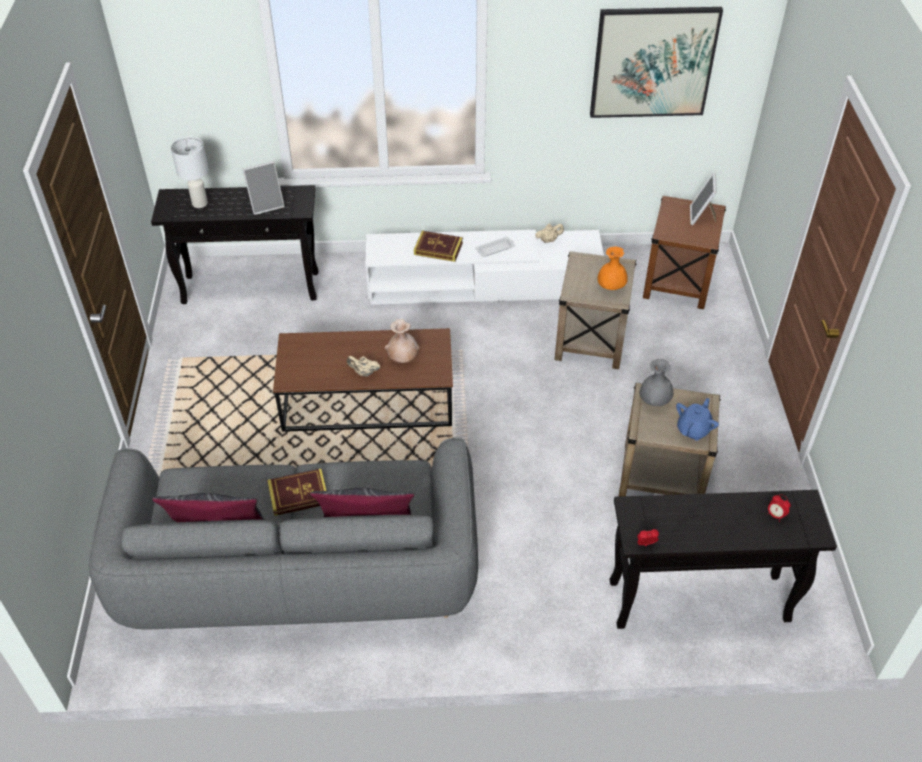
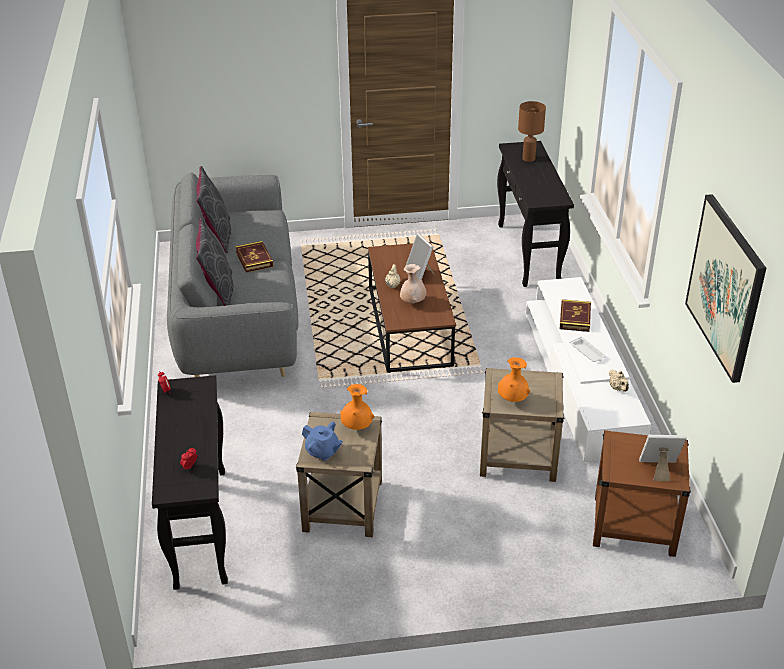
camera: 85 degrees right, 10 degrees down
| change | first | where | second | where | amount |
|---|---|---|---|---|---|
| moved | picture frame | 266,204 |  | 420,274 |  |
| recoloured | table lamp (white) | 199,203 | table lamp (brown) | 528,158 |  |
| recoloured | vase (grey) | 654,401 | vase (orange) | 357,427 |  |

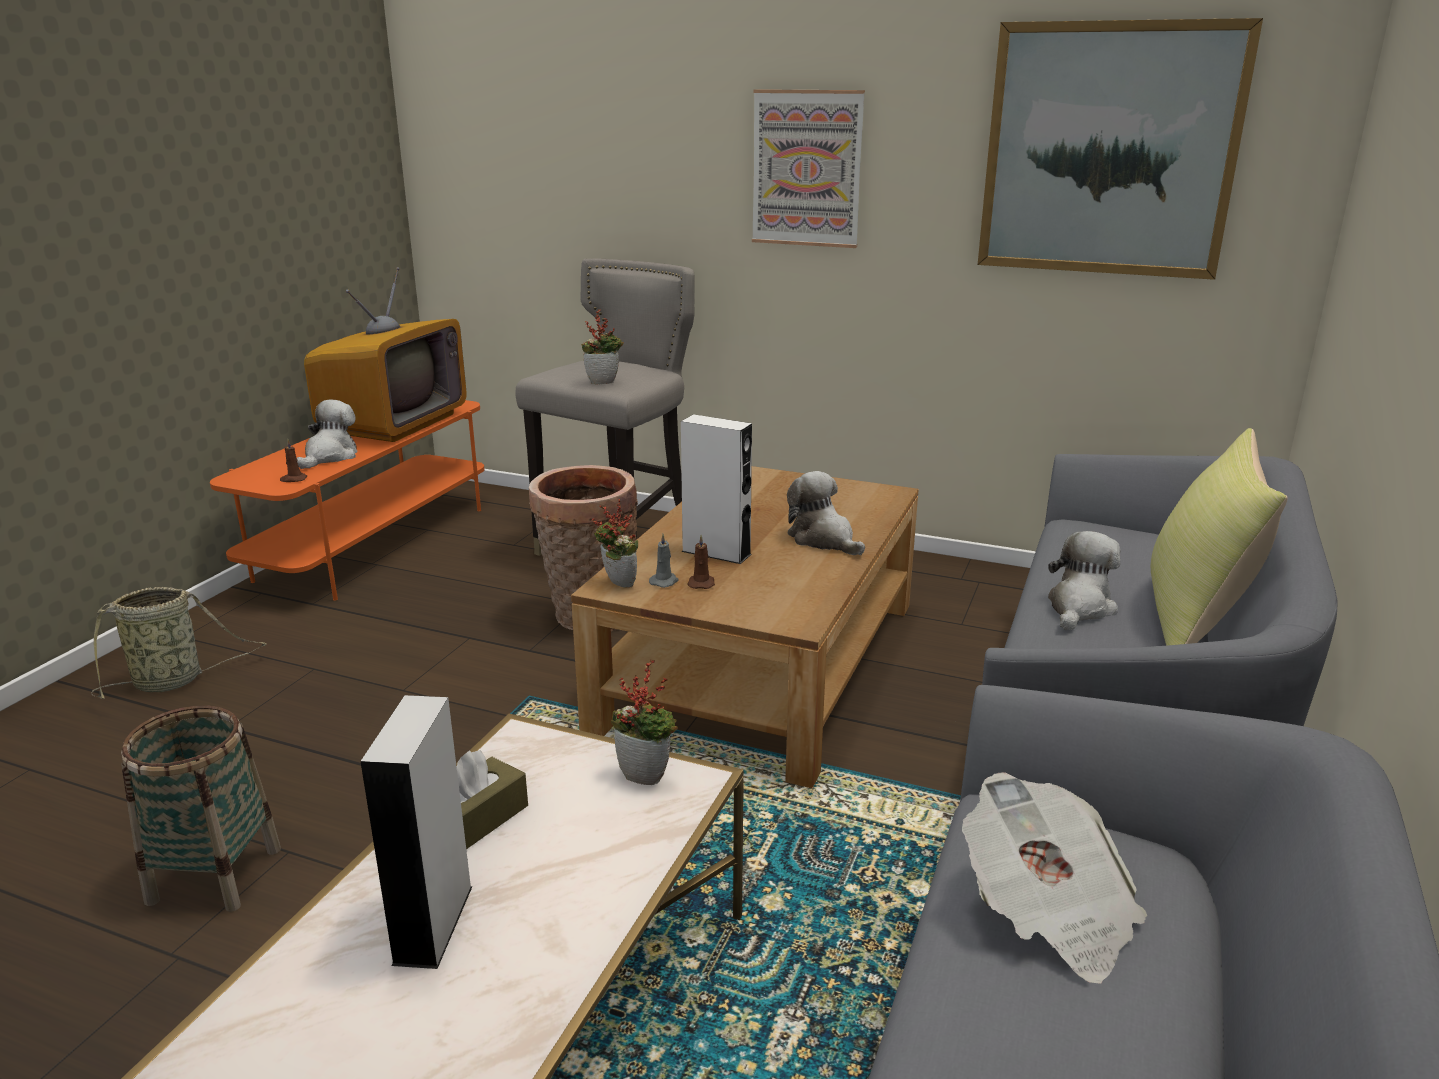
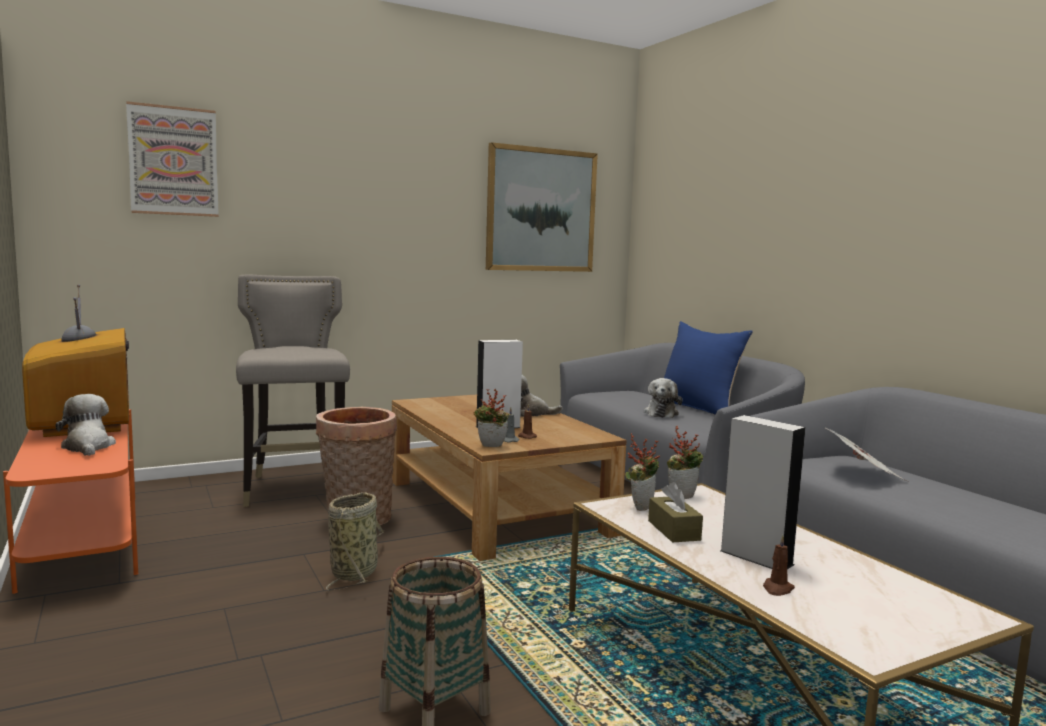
camera: 50 degrees left, 15 degrees down
| change | first | where | second | where | amount |
|---|---|---|---|---|---|
| moved | basket | 173,681 |  | 355,572 |  |
| moved | candle (brown) | 293,479 |  | 777,589 |  |
| moved | potted plant | 604,382 |  | 640,506 |  |
| moved | picture | 807,169 |  | 173,161 |  |
| recoloured | pillow (yellow) | 1195,620 | pillow (blue) | 699,408 |  |
| turned | plush toy | 1079,608 |  | 661,413 | 150 degrees counterclockwise |

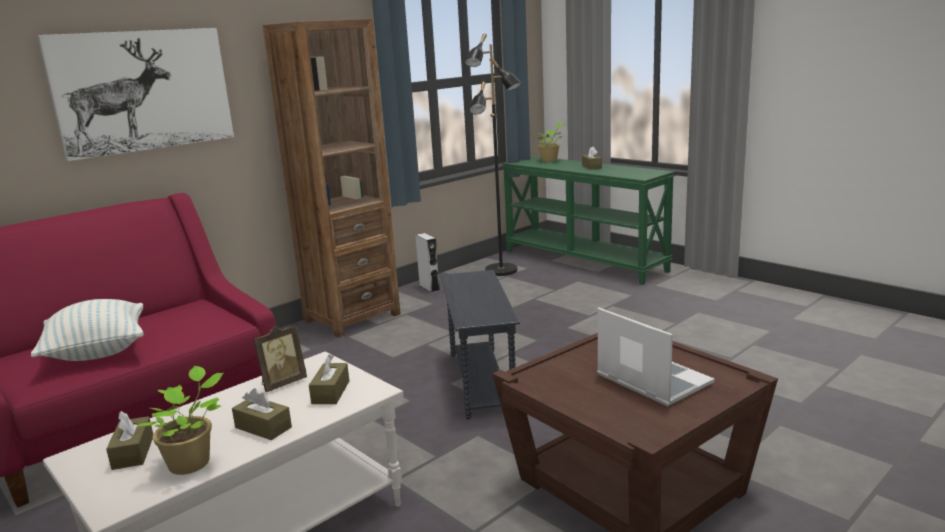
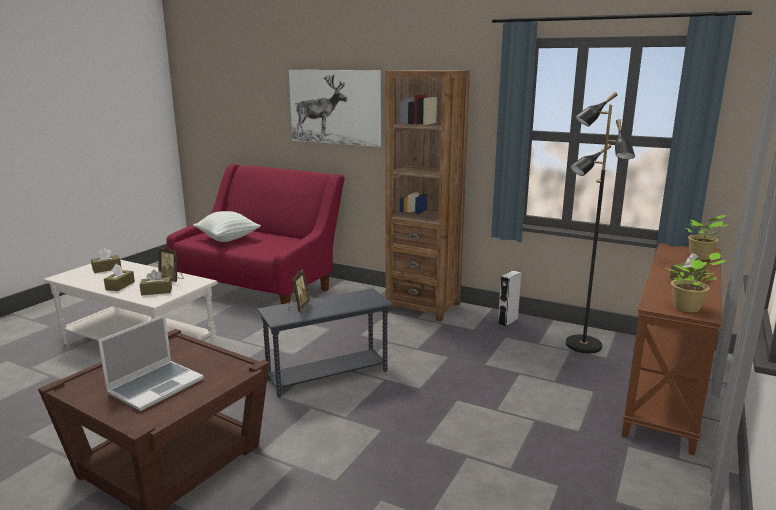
camera: 70 degrees right, 0 degrees up
| change | first | where | second | where | amount |
|---|---|---|---|---|---|
| added |  |  | picture frame | 298,307 |  |
| moved | potted plant | 193,463 |  | 688,308 |  |
| recoloured | console table (green) | 584,261 | console table (brown) | 667,388 |  |

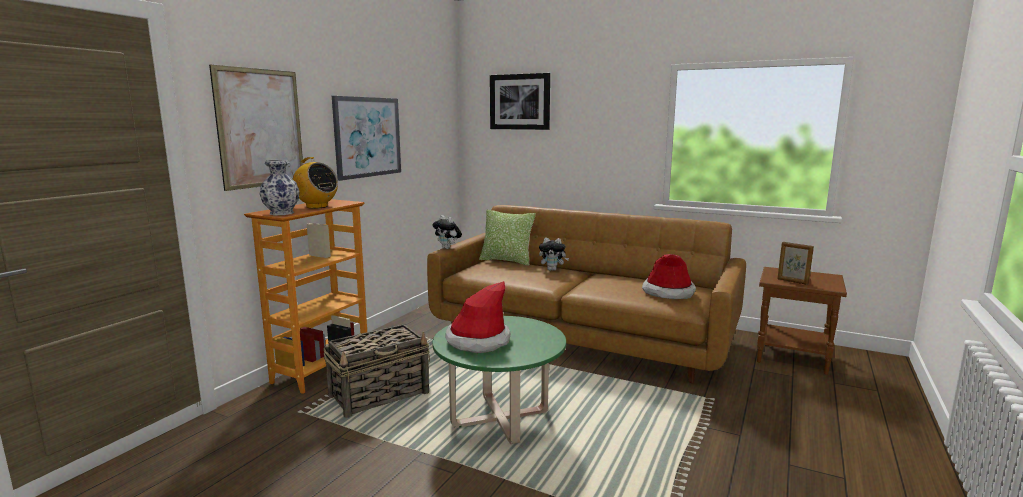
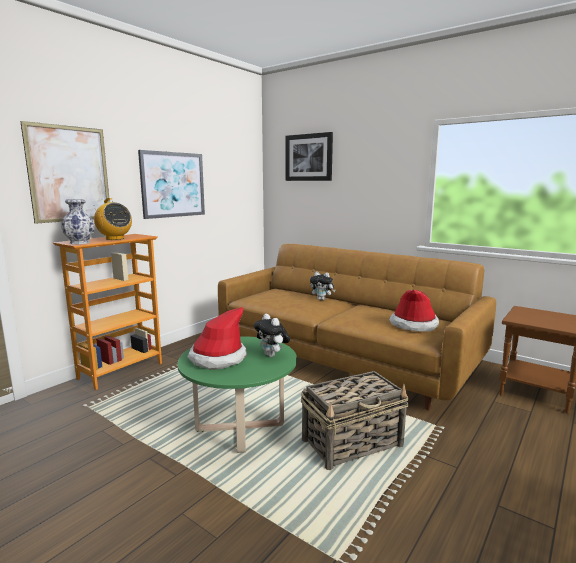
camera: 10 degrees right, 0 degrees up
| change | first | where | second | where | amount |
|---|---|---|---|---|---|
| removed | pillow | 506,261 |  |  |  |
| removed | picture frame | 792,281 |  |  |  |
| moved | basket | 380,394 |  | 353,442 |  |
| moved | plush toy | 448,248 |  | 272,355 |  |

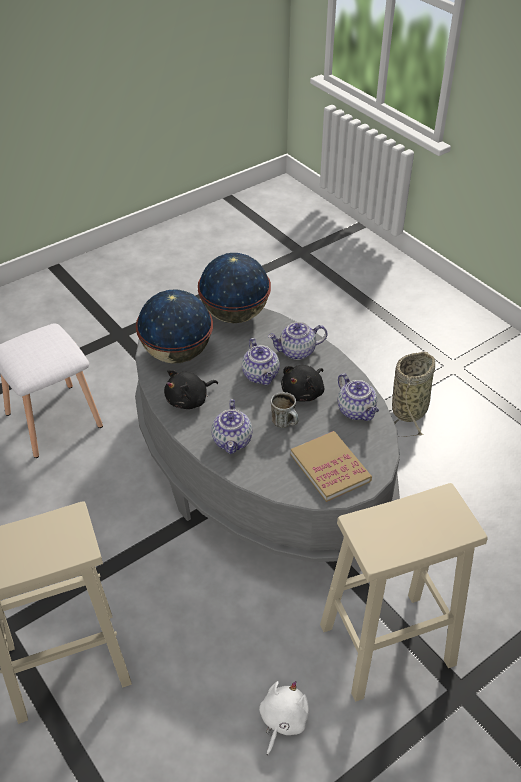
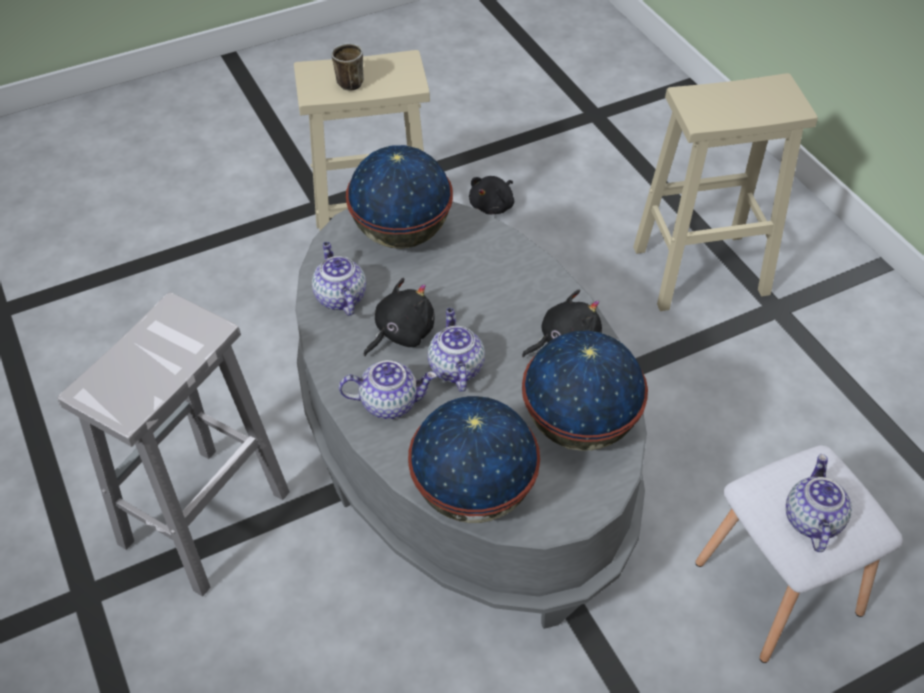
camera: 170 degrees left, 5 degrees up
| change | first | where | second | where | amount |
|---|---|---|---|---|---|
| moved | teapot | 233,441 |  | 811,519 |  |
| moved | mug | 286,423 |  | 346,82 |  |
| replaced | book | 330,468 | globe | 402,233 |  |
| replaced | basket | 410,408 | stool (white) | 203,520 |  |
| recoloured | plush toy (white) | 282,720 | plush toy (black) | 493,206 |  |

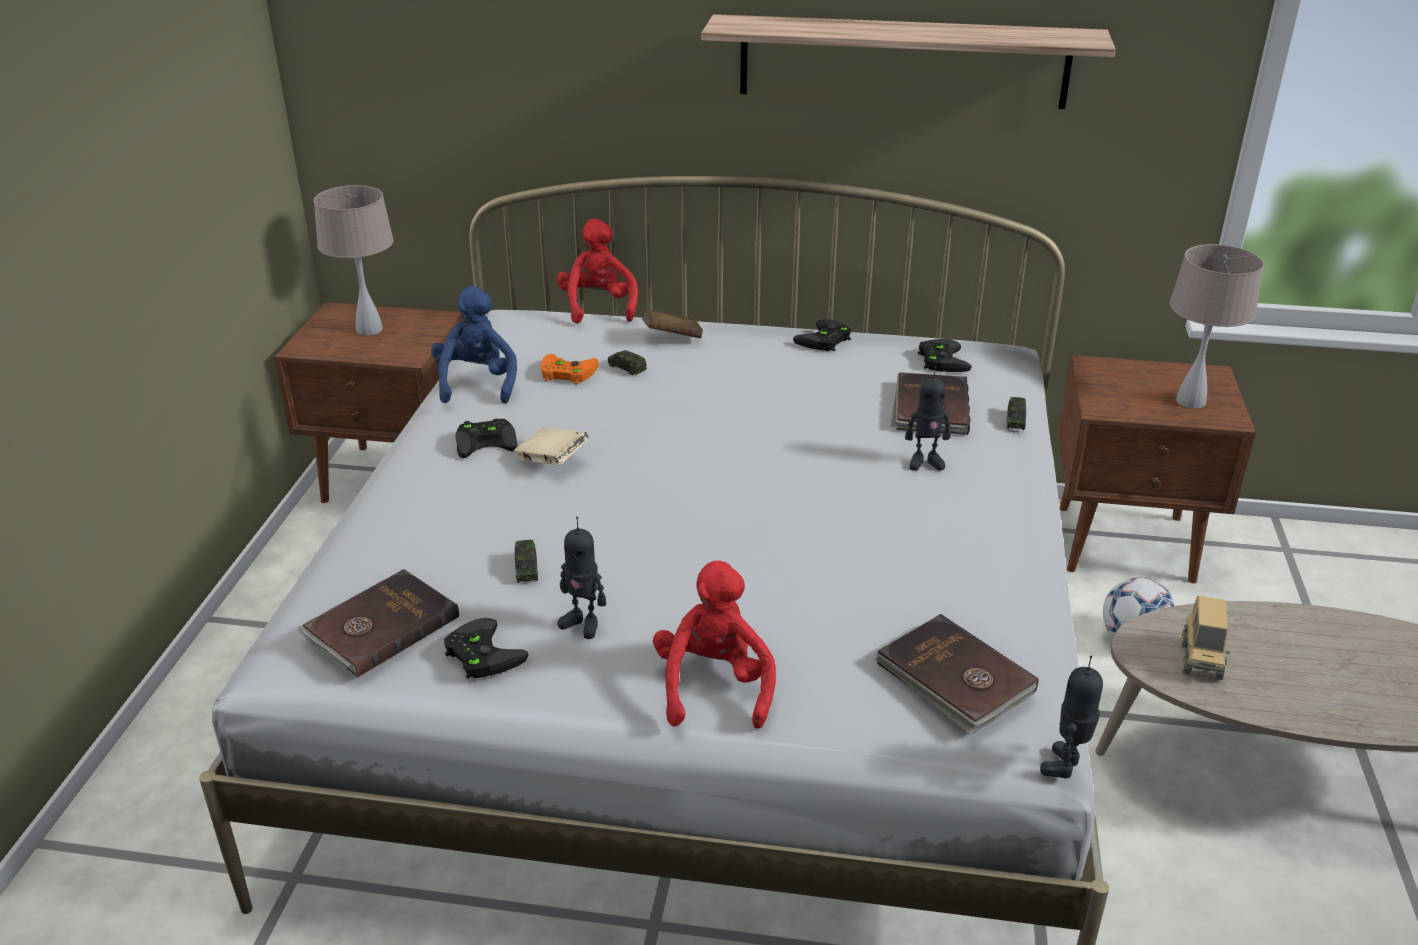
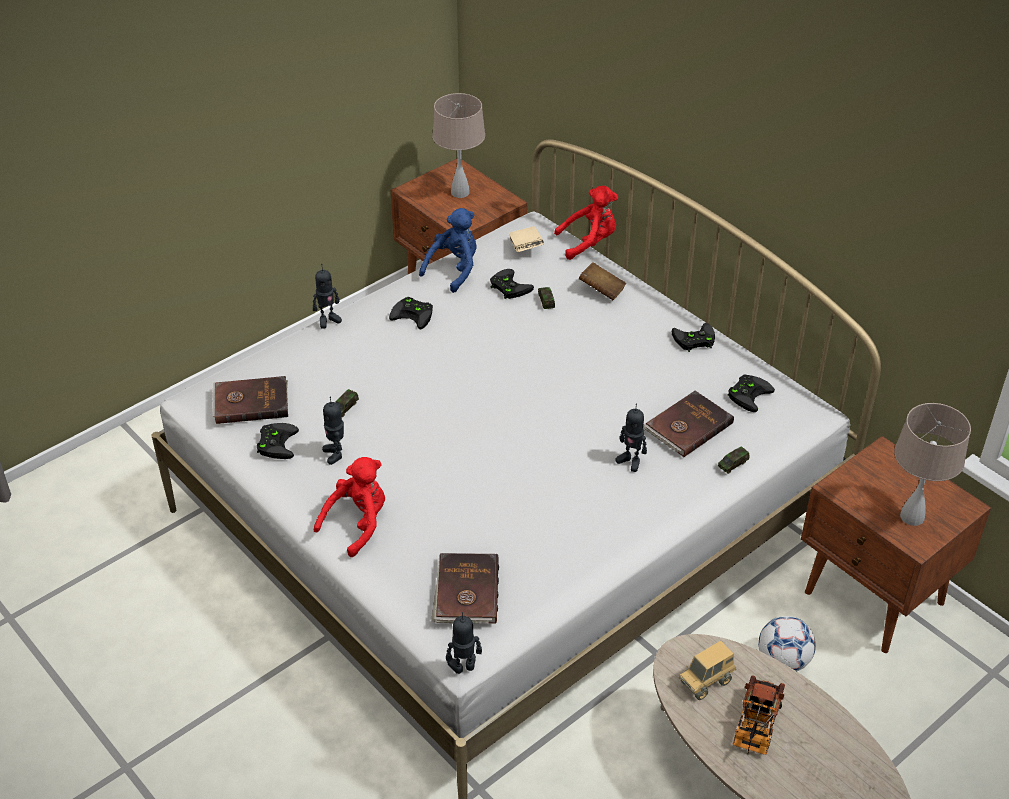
camera: 40 degrees right, 10 degrees up
| change | first | where | second | where | amount |
|---|---|---|---|---|---|
| removed | shelf | 903,61 |  |  |  |
| added |  |  | toy robot | 328,320 |  |
| added |  |  | toy truck | 755,728 |  |
| moved | book (beige) | 552,460 |  | 525,248 |  |
| recoloured | game controller (orange) | 565,373 | game controller (black) | 508,286 |  |
| turned | plush toy (red) | 598,307 |  | 589,242 | 45 degrees clockwise |

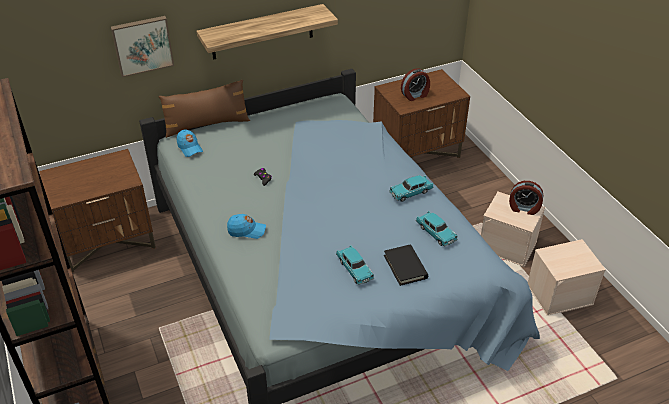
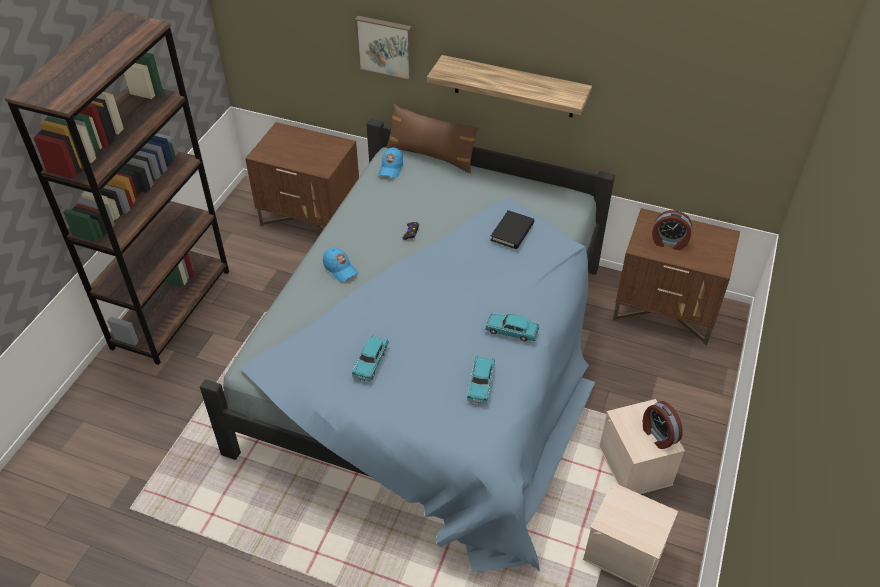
camera: 45 degrees right, 5 degrees up
| change | first | where | second | where | amount |
|---|---|---|---|---|---|
| moved | book (black) | 405,267 |  | 512,232 |  |

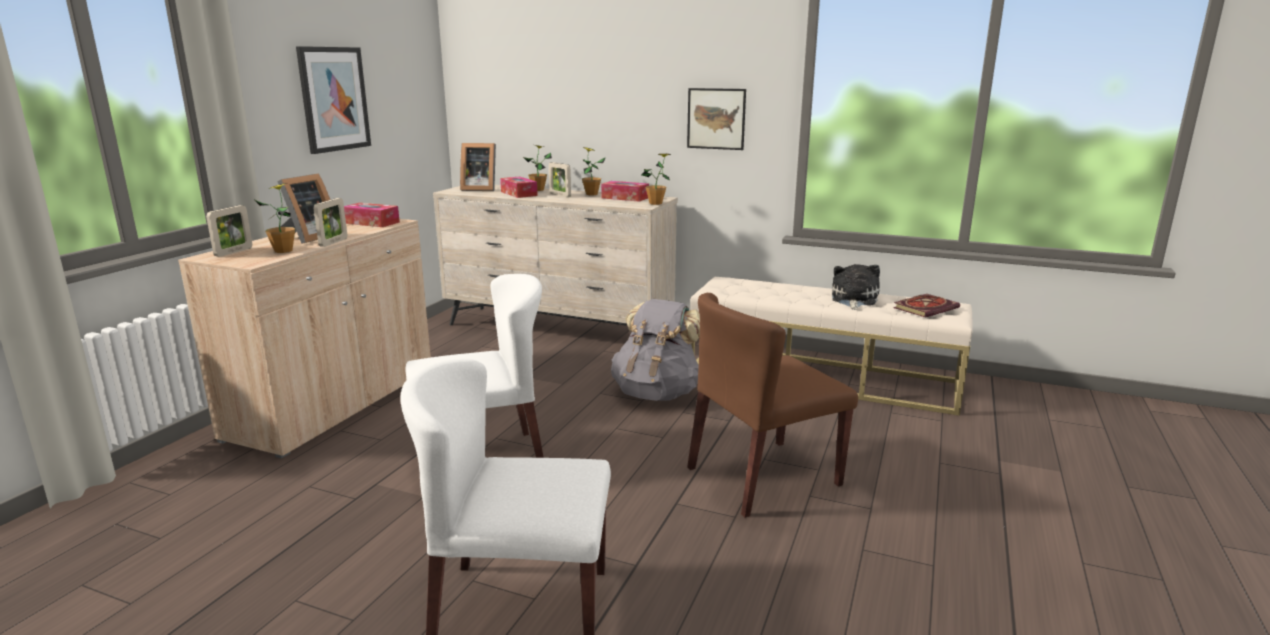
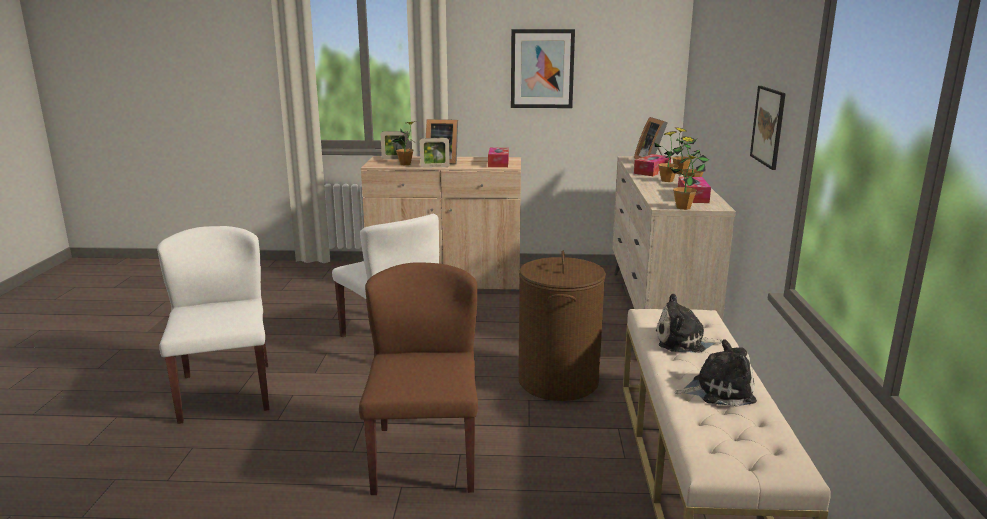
camera: 70 degrees right, 0 degrees up
| change | first | where | second | where | amount |
|---|---|---|---|---|---|
| removed | book | 925,308 |  |  |  |
| added |  |  | plush toy | 683,342 |  |
| replaced | picture frame | 560,195 | potted plant | 667,180 |  |
| replaced | backpack (grey) | 657,393 | laundry basket (brown) | 558,381 |  |
| turned | chair (brown) | 762,477 |  | 425,457 | 45 degrees clockwise |

